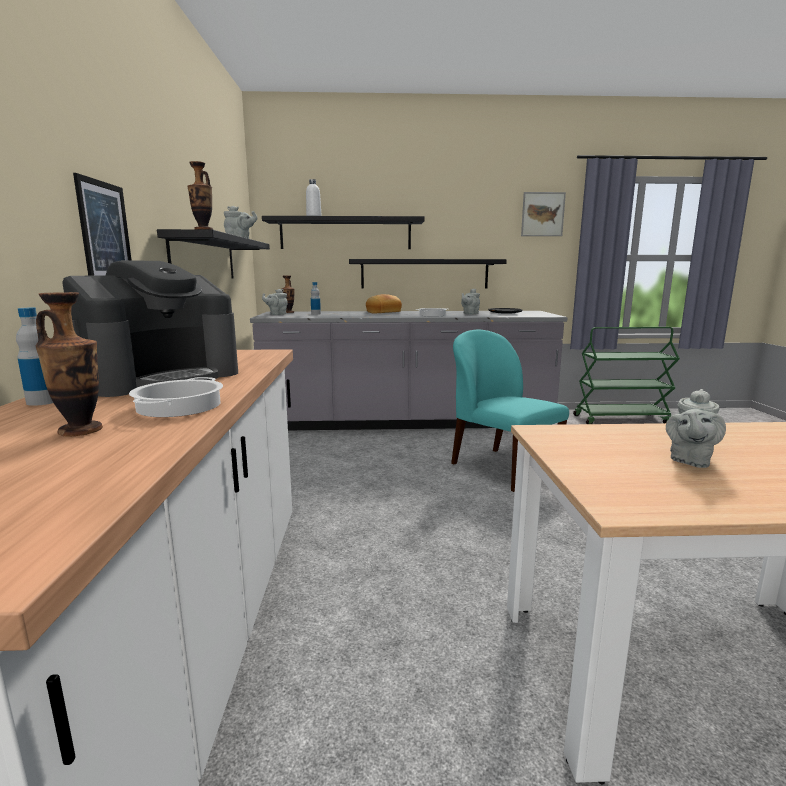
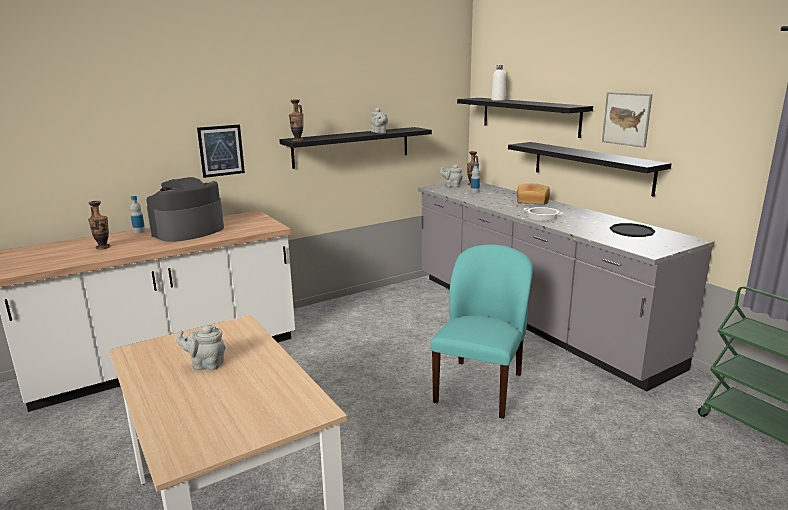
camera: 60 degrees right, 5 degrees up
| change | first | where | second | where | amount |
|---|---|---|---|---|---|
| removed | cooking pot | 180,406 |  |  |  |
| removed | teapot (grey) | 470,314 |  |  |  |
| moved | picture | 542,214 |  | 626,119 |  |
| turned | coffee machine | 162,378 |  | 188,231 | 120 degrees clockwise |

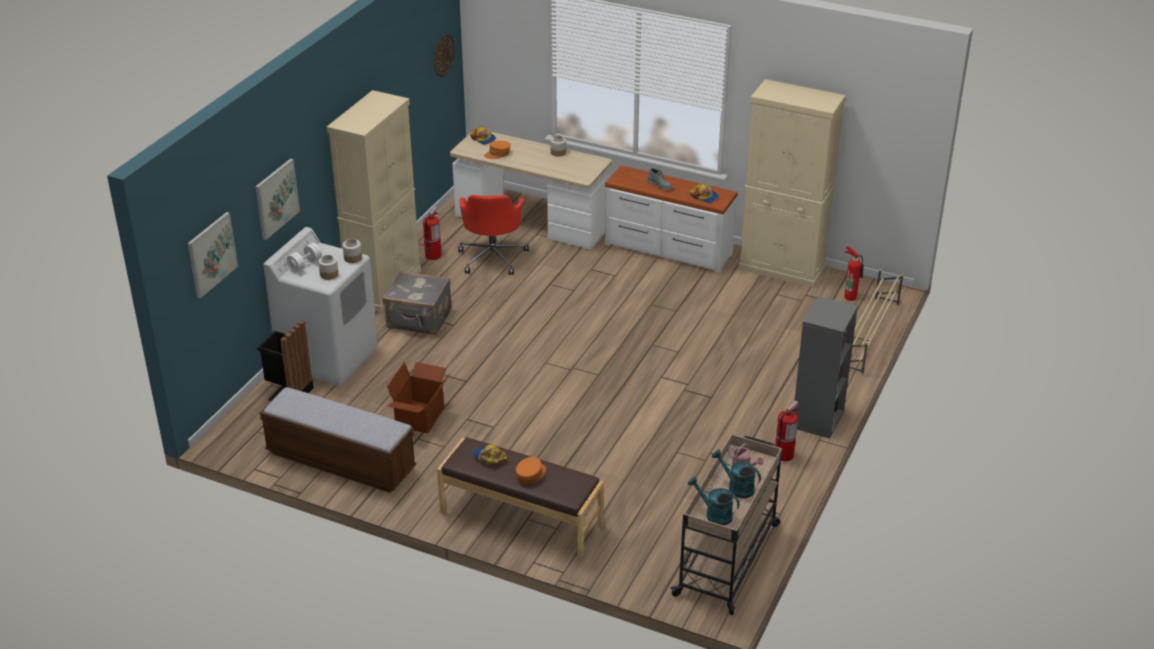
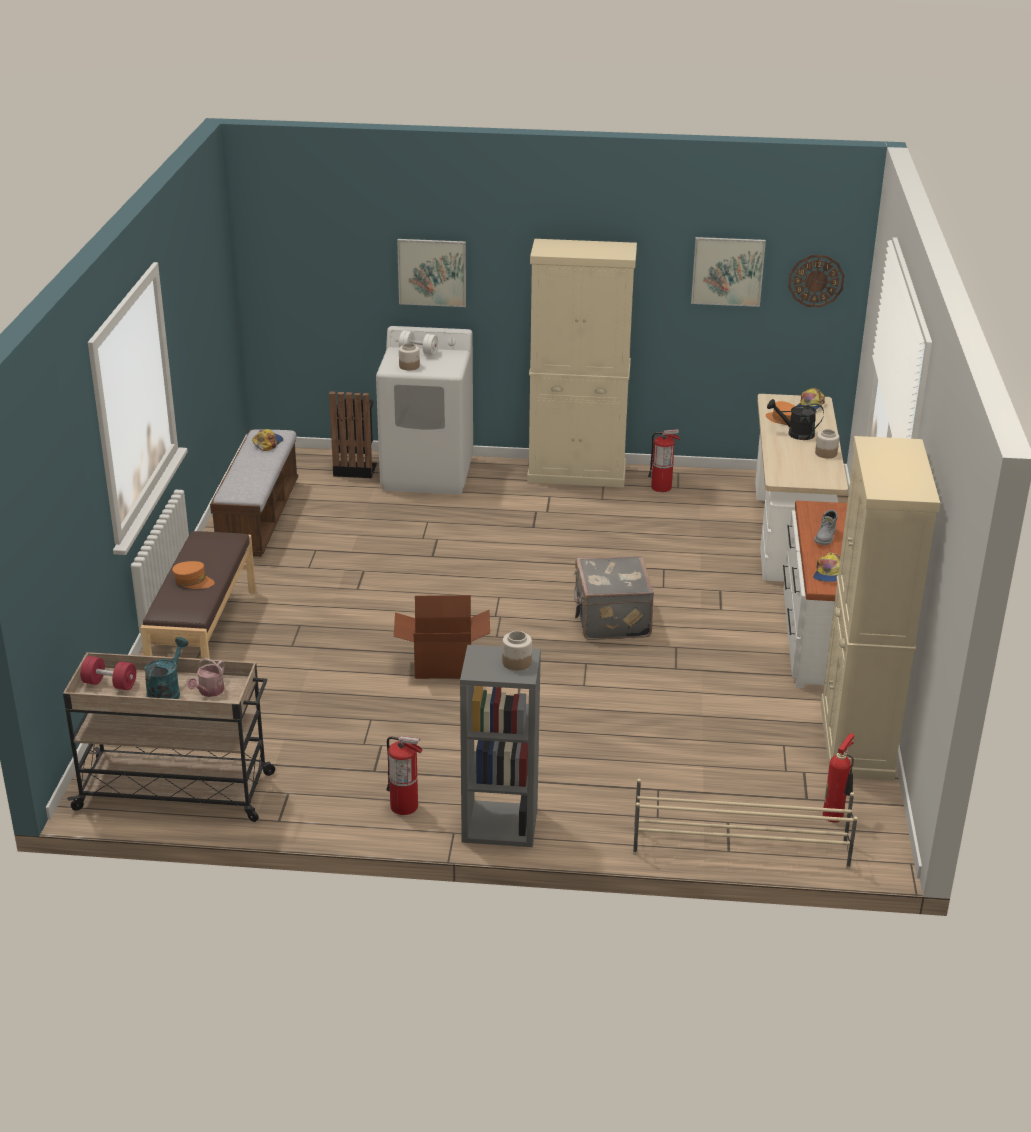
camera: 70 degrees right, 5 degrees down
| change | first | where | second | where | amount |
|---|---|---|---|---|---|
| removed | office chair (red) | 492,257 |  |  |  |
| added |  |  | watering can (black) | 795,434 |  |
| moved | picture | 211,254 |  | 727,271 |  |
| moved | jar | 353,258 |  | 516,662 |  |
| moved | suitcase (grey) | 419,320 |  | 610,620 |  |
| moved | cardboard box | 420,417 |  | 443,666 |  |
| moved | cap | 489,457 |  | 267,443 |  |
| replaced | watering can (turquoise) | 714,514 | dumbbell (red) | 110,684 |  |

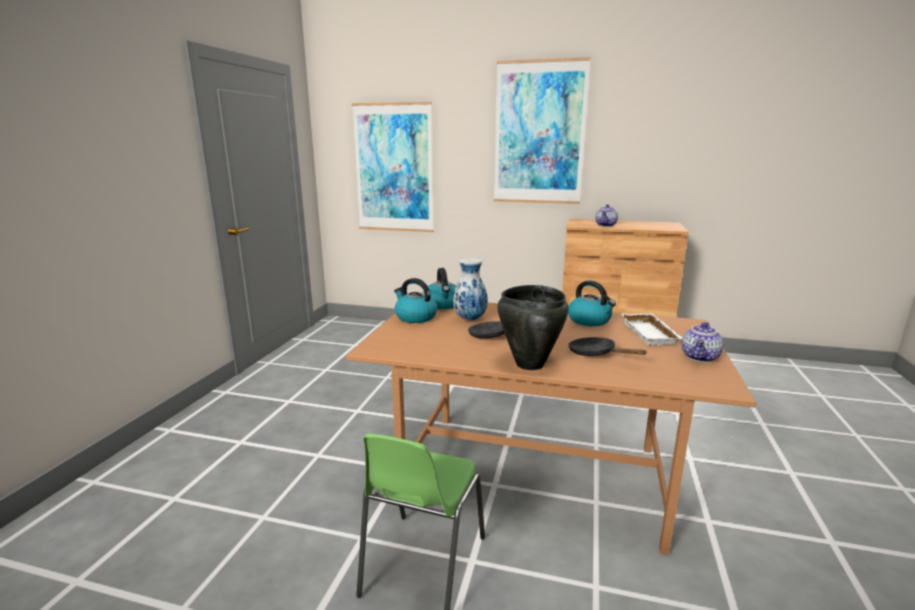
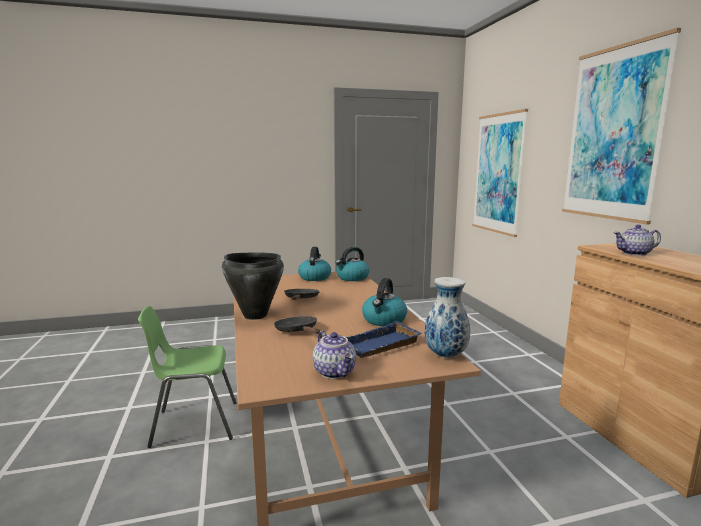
camera: 60 degrees right, 5 degrees down
| change | first | where | second | where | amount |
|---|---|---|---|---|---|
| moved | vase | 470,319 |  | 445,355 |  |
| recoloured | tray (white) | 651,334 | tray (blue) | 381,346 |  |
| turned | frying pan (black) | 596,354 |  | 298,331 | 45 degrees counterclockwise |
| turned | teapot | 700,357 |  | 335,372 | 120 degrees counterclockwise |

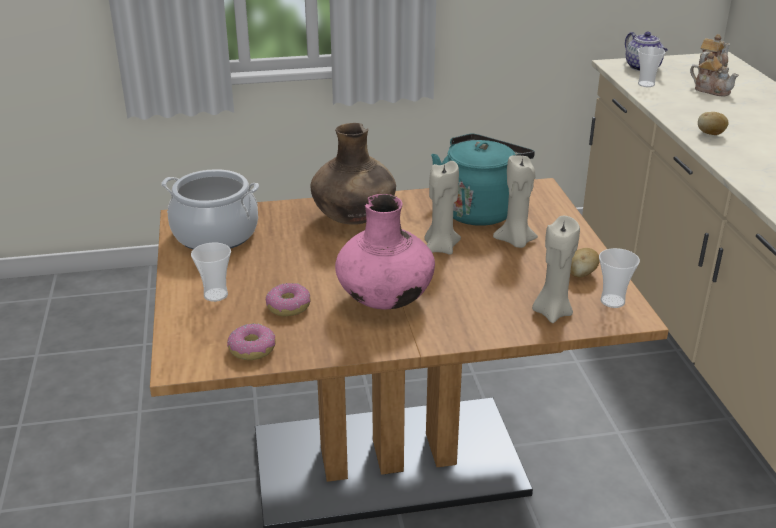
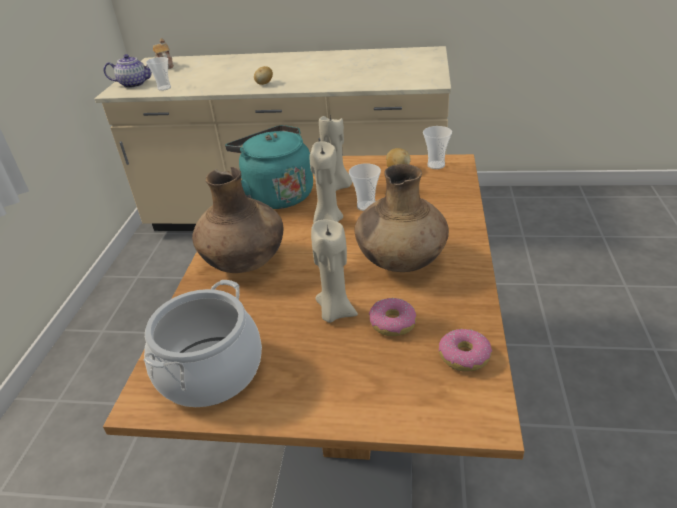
camera: 70 degrees left, 5 degrees up
| change | first | where | second | where | amount |
|---|---|---|---|---|---|
| removed | teapot | 711,90 |  |  |  |
| moved | cup | 216,295 |  | 366,206 |  |
| moved | candle (beige) | 552,312 |  | 335,312 |  |
| recoloured | vase (pink) | 385,300 | vase (brown) | 400,262 |  |

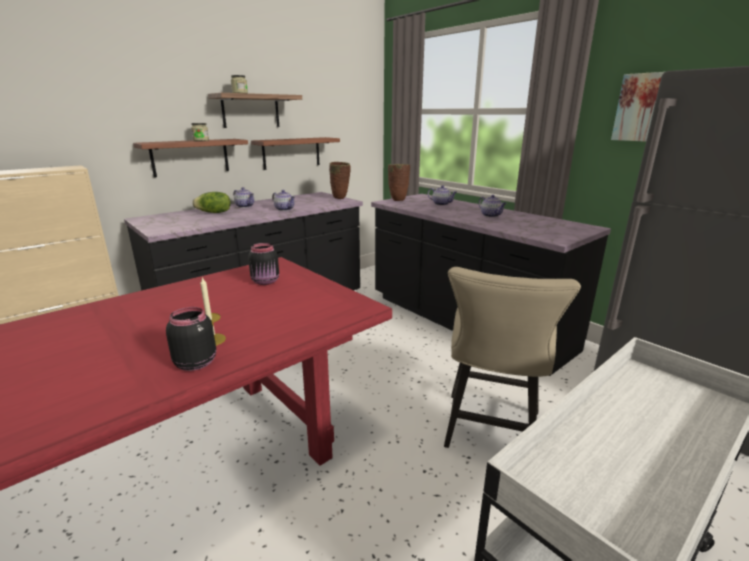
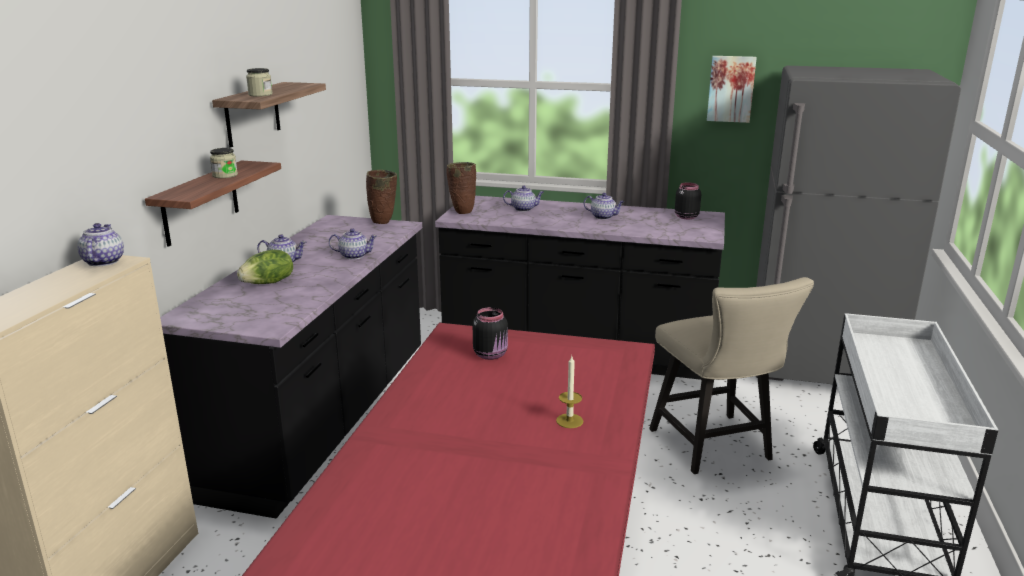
camera: 35 degrees left, 0 degrees up
| change | first | where | second | where | amount |
|---|---|---|---|---|---|
| removed | shelf | 291,153 |  |  |  |
| added |  |  | teapot | 103,261 |  |
| moved | jar (black) | 195,362 |  | 685,217 |  |

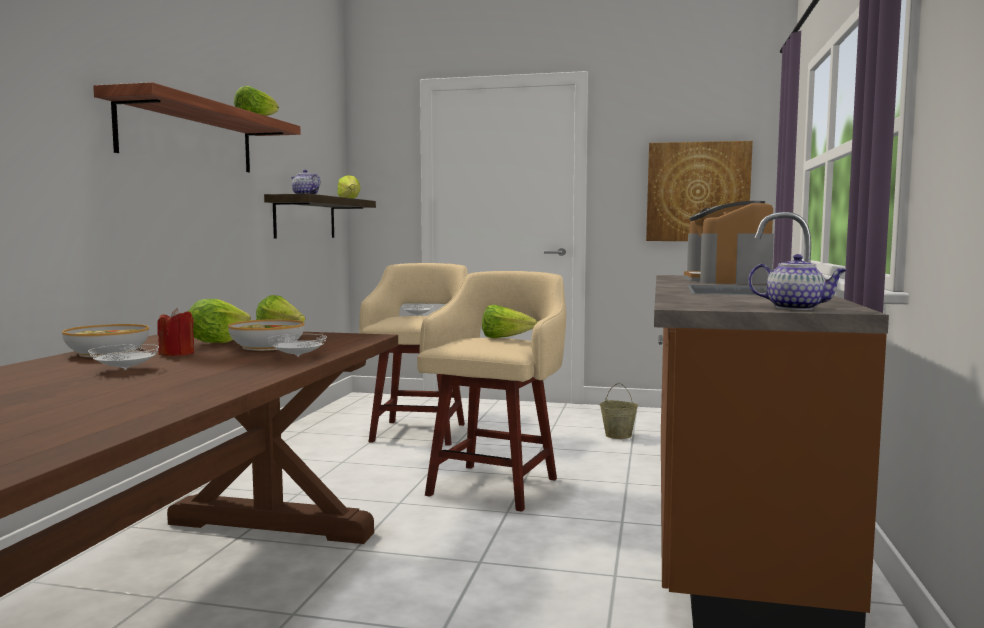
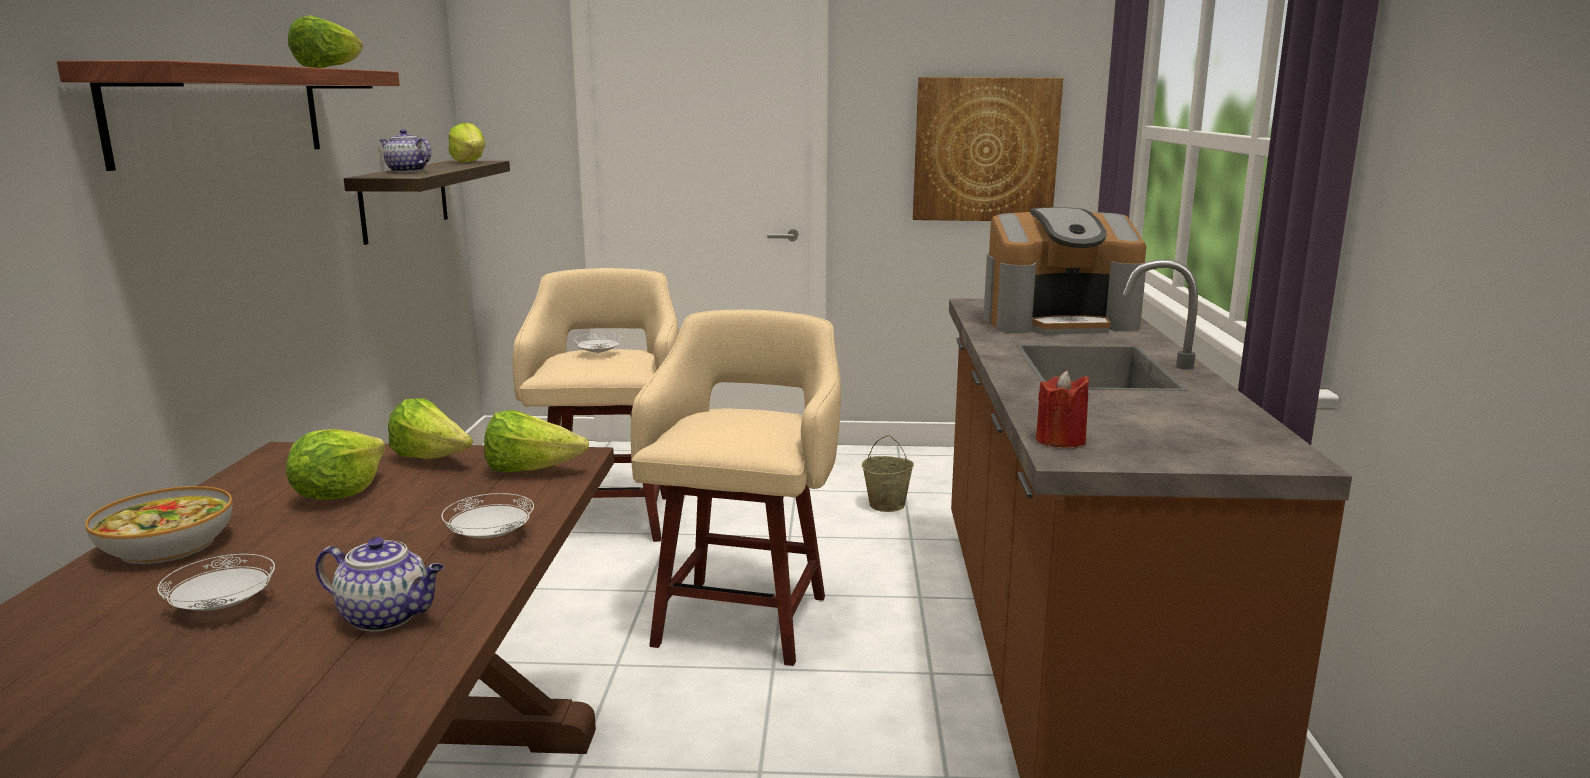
camera: 10 degrees left, 10 degrees up
| change | first | where | second | where | amount |
|---|---|---|---|---|---|
| removed | bowl | 268,346 |  |  |  |
| moved | candle (red) | 177,354 |  | 1060,440 |  |
| moved | lettuce | 505,338 |  | 531,471 |  |
| moved | teapot | 796,308 |  | 387,617 |  |
| turned | coffee machine | 727,280 |  | 1059,321 | 90 degrees counterclockwise |

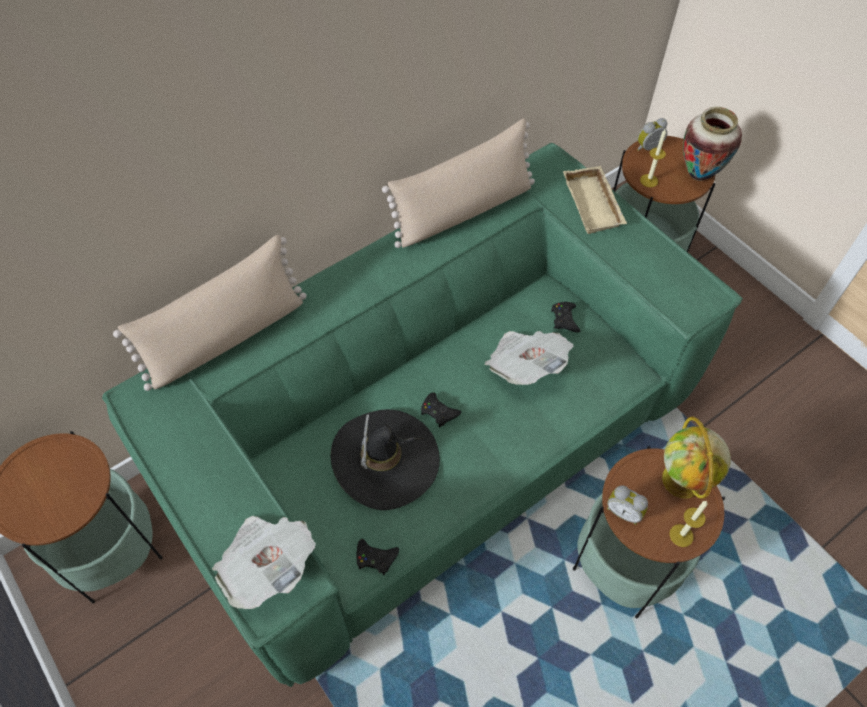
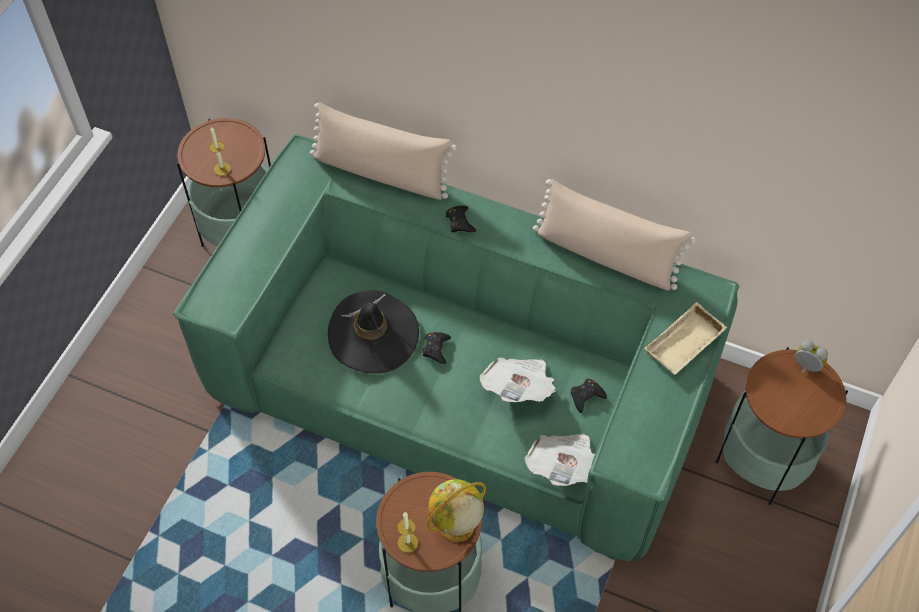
camera: 60 degrees right, 0 degrees up
| change | first | where | second | where | amount |
|---|---|---|---|---|---|
| removed | alarm clock | 623,511 |  |  |  |
| removed | vase | 698,175 |  |  |  |
| moved | newspaper | 267,565 |  | 564,467 |  |
| moved | game controller (black) | 375,558 |  | 460,222 |  |
| moved | candle | 649,180 |  | 222,169 |  |

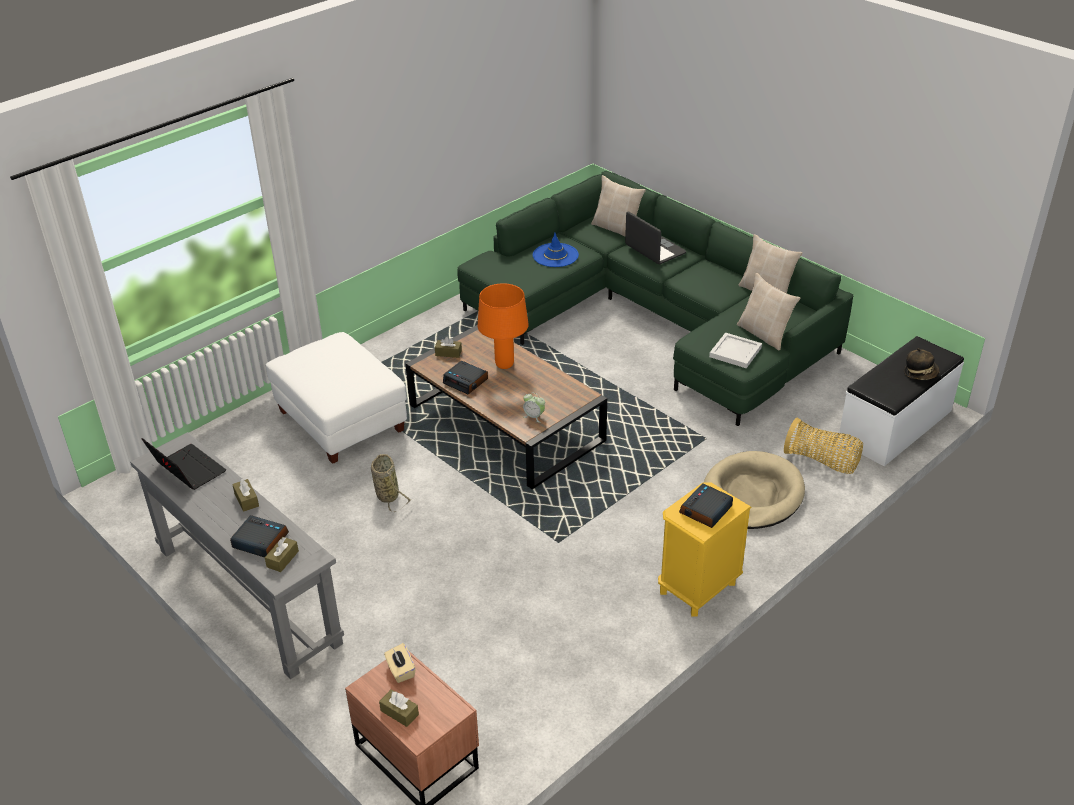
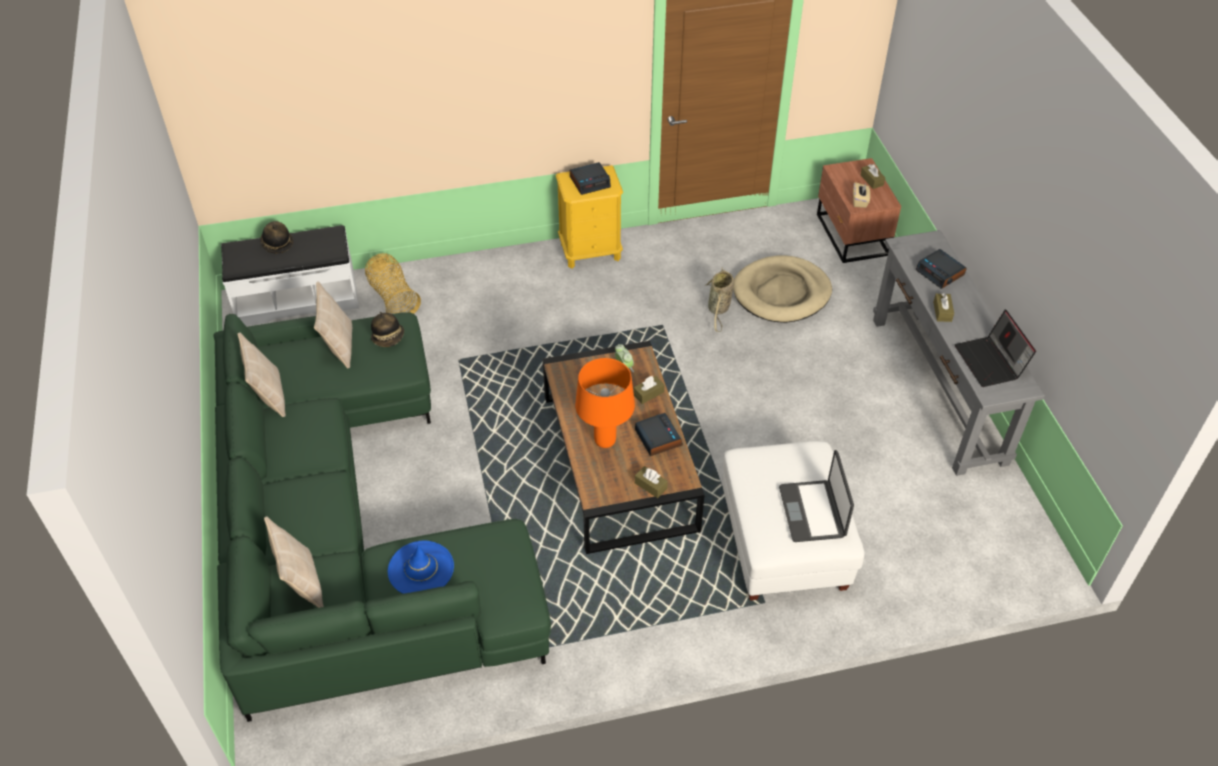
camera: 150 degrees left, 10 degrees up
| change | first | where | second | where | amount |
|---|---|---|---|---|---|
| moved | tissue box (brown) | 282,559 |  | 648,393 |  |
| moved | basket | 387,494 |  | 718,309 |  |
| moved | laptop | 654,250 |  | 813,512 |  |
| moved | dog bed (beige) | 752,494 |  | 781,293 |  |
| replaced | tray (white) | 735,353 | hat | 389,338 |  |

